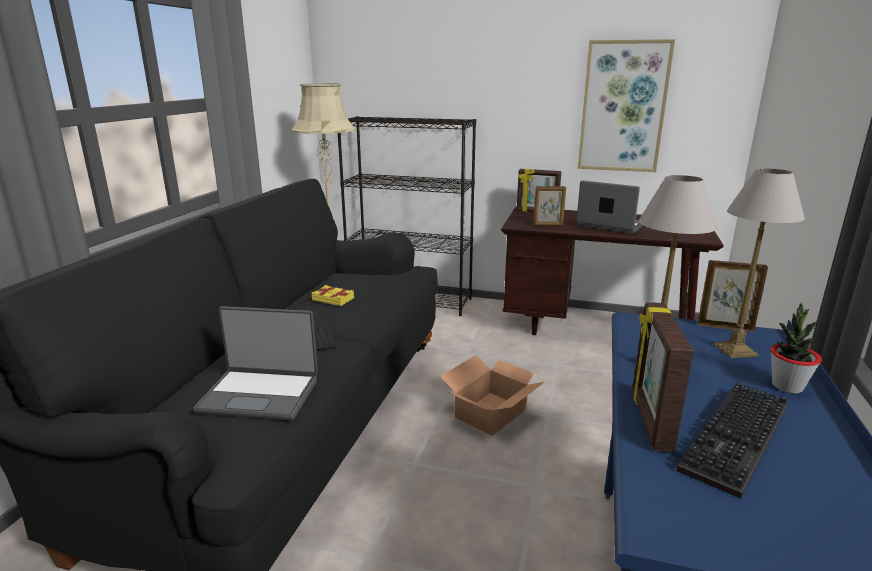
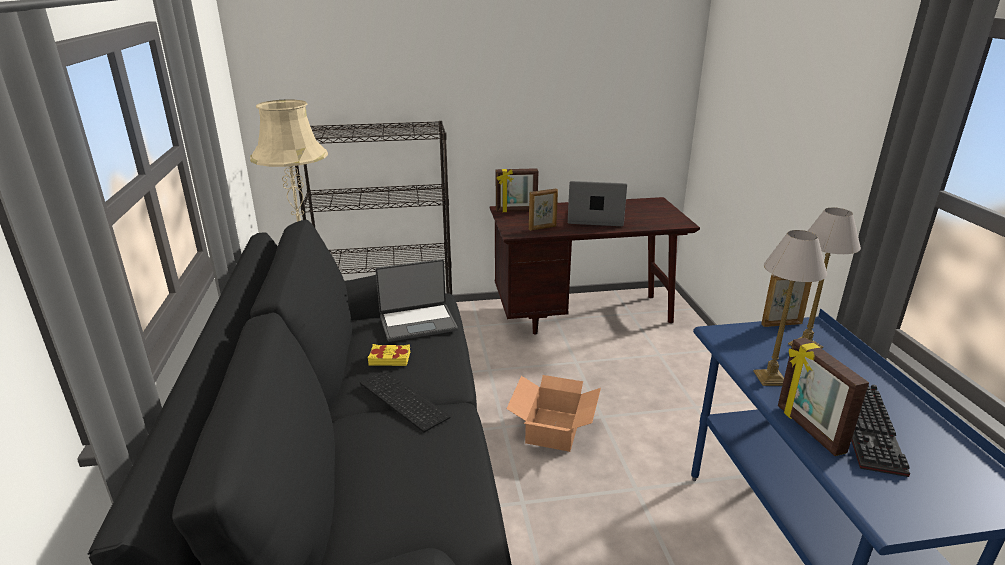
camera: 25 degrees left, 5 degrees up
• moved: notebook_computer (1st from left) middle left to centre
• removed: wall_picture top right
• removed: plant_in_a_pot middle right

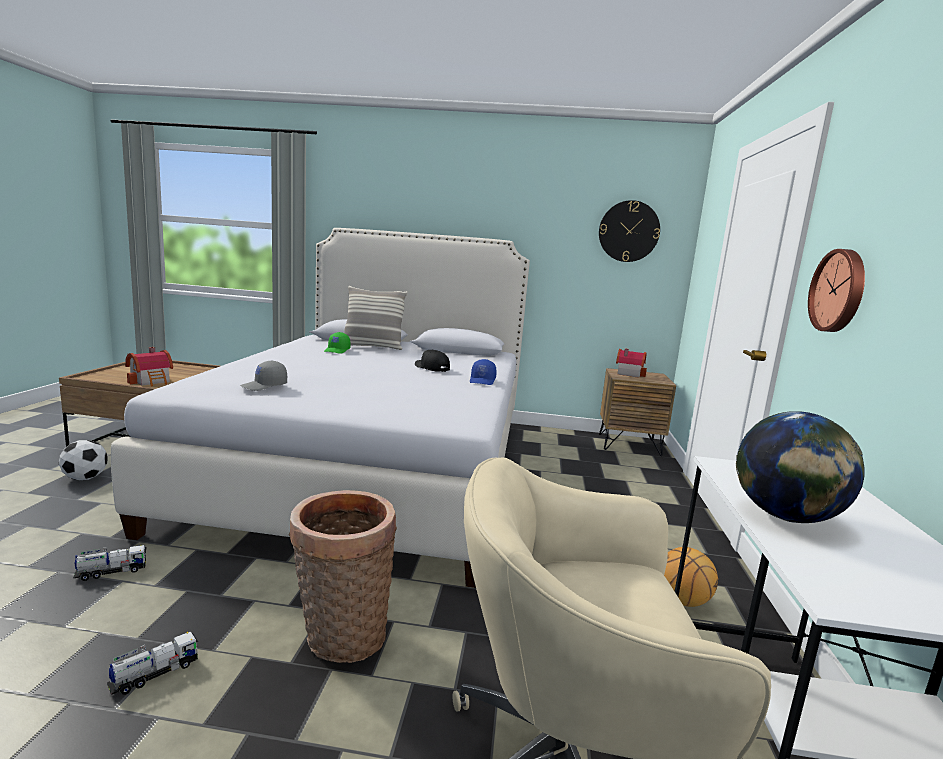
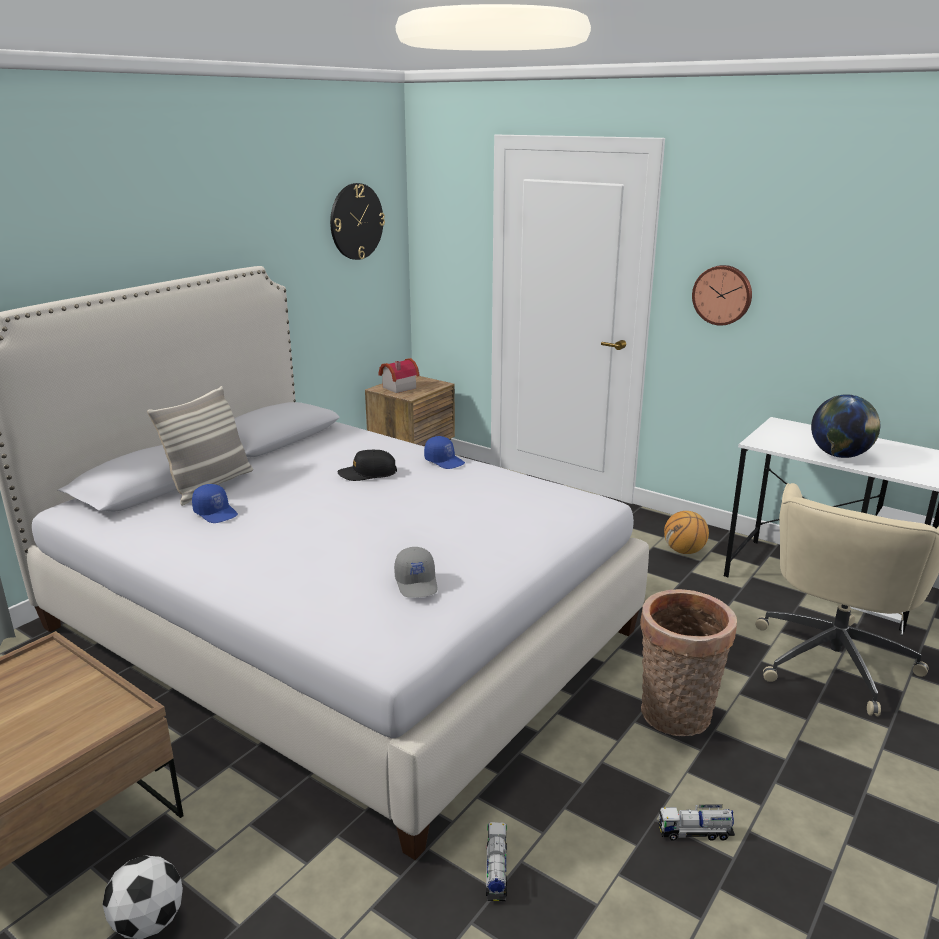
camera: 60 degrees left, 10 degrees up
• recoloured: greenish_baseball_cap centre to bluish_baseball_cap (1st from left) middle left
• turned: toy_lorry (2nd from left) bottom left = bottom right 75 degrees counterclockwise
• removed: miniature_house (1st from left) middle left

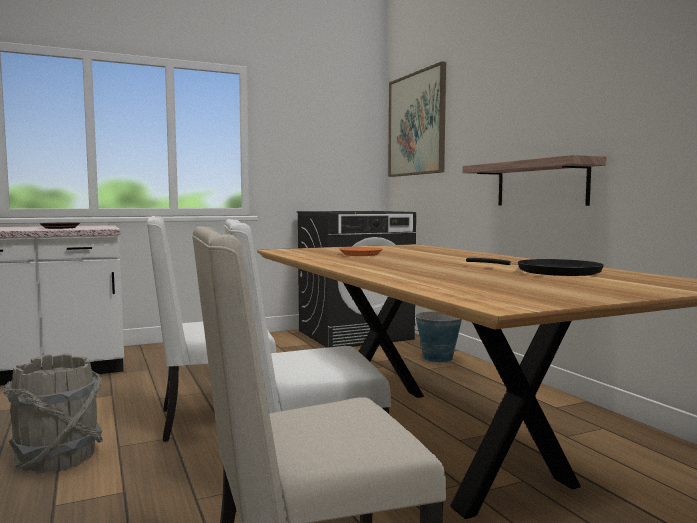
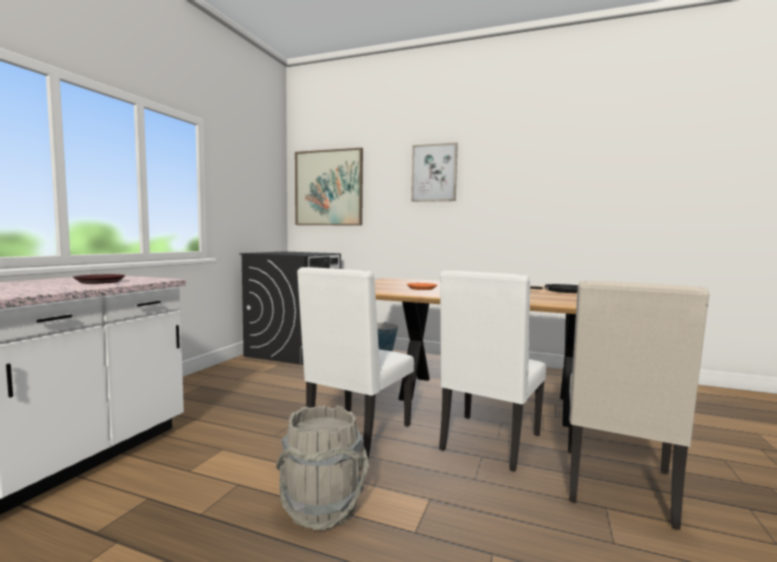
camera: 45 degrees left, 0 degrees up
• added: wall_picture (2nd from left) top centre
• removed: bracket_shelf middle right

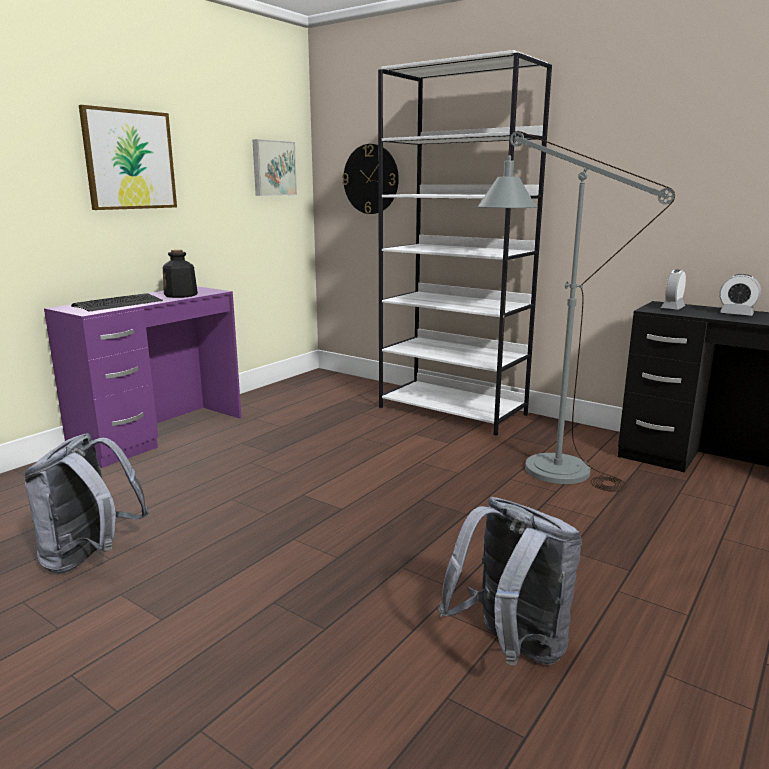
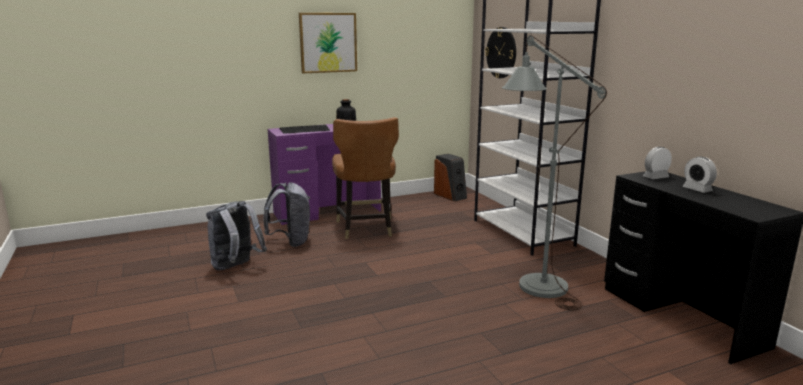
camera: 30 degrees right, 0 degrees up
• moved: grey_knapsack (2nd from left) bottom centre to centre
• added: brown_upright_chair centre
• added: audio_speaker centre
• removed: wall_picture (2nd from left) top centre

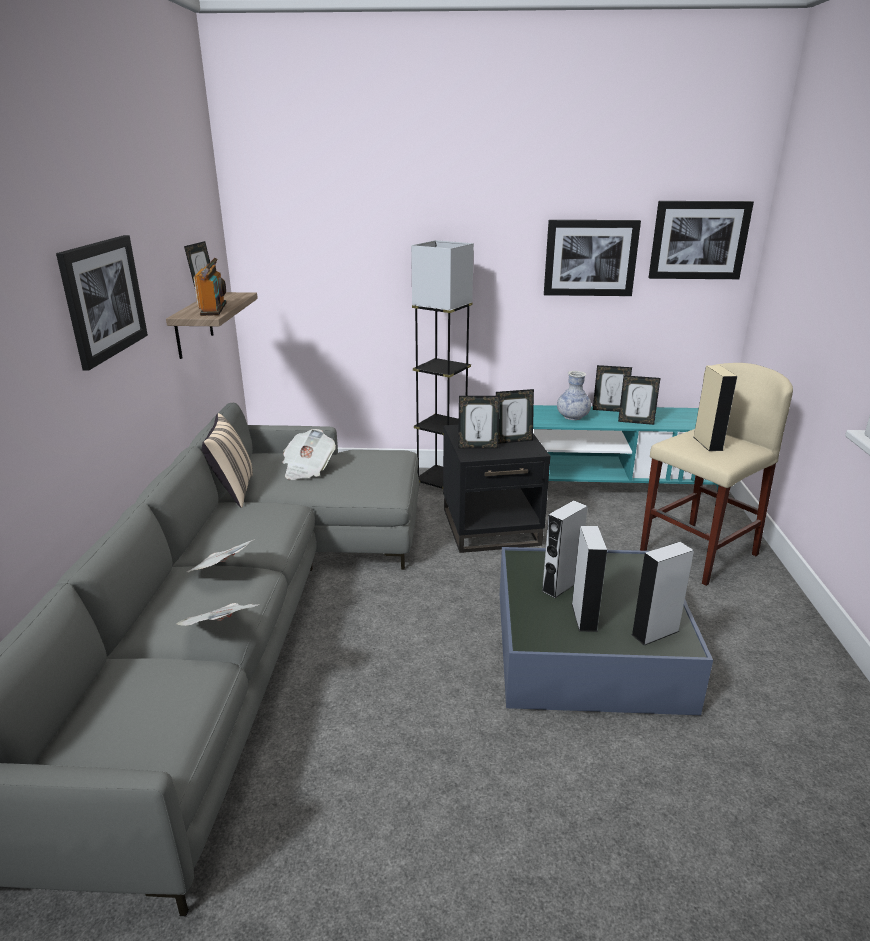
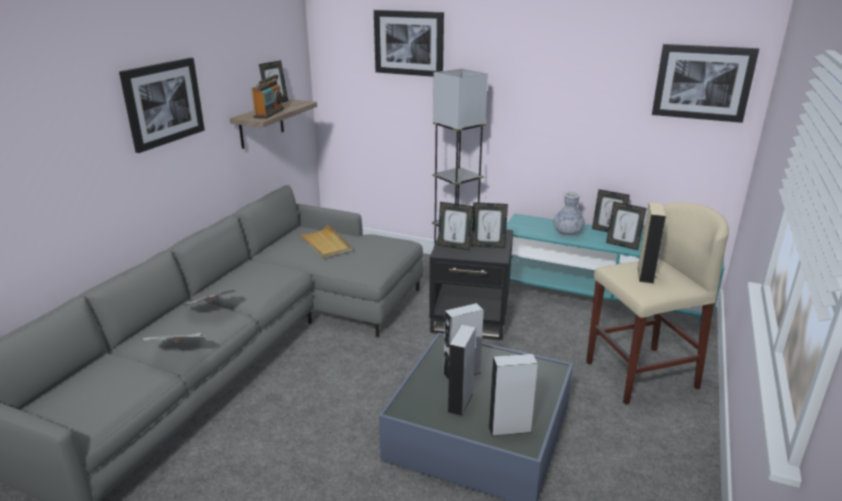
camera: 20 degrees right, 0 degrees up
• replaced: newspaper (3rd from left) centre to beige-coloured_tray centre
• moved: wall_picture (2nd from left) top right to top centre
• removed: beige-coloured_pillow middle left

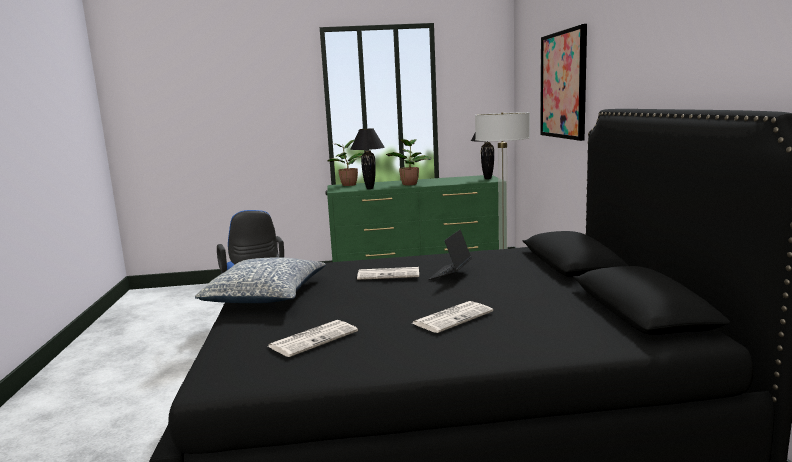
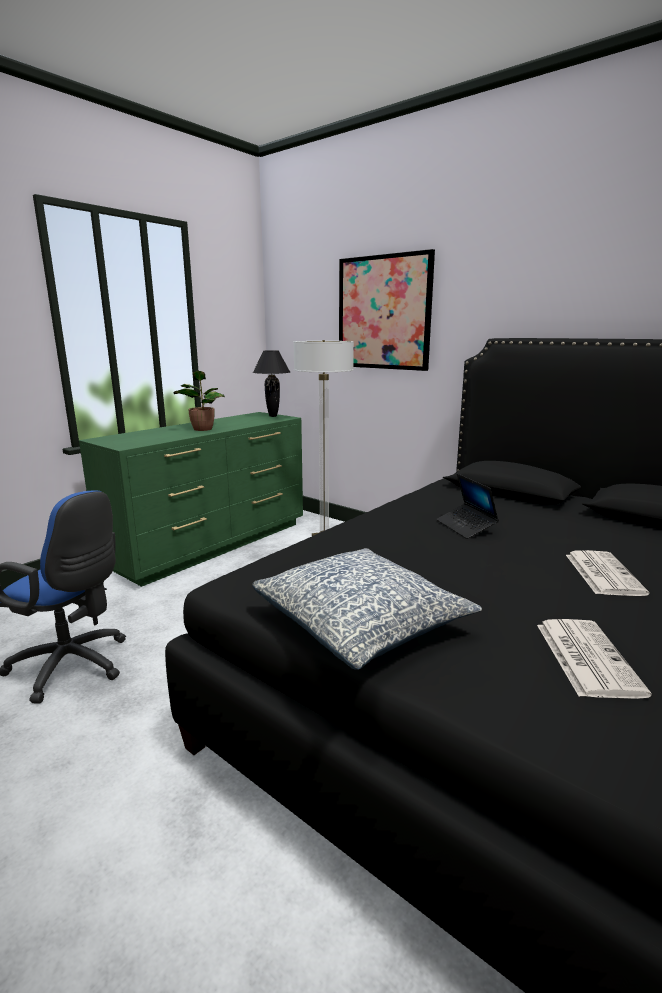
camera: 45 degrees left, 5 degrees up
• removed: plant_in_a_pot (1st from left) centre
• removed: blackish_table_lamp (1st from left) centre
• removed: newspaper (2nd from left) centre

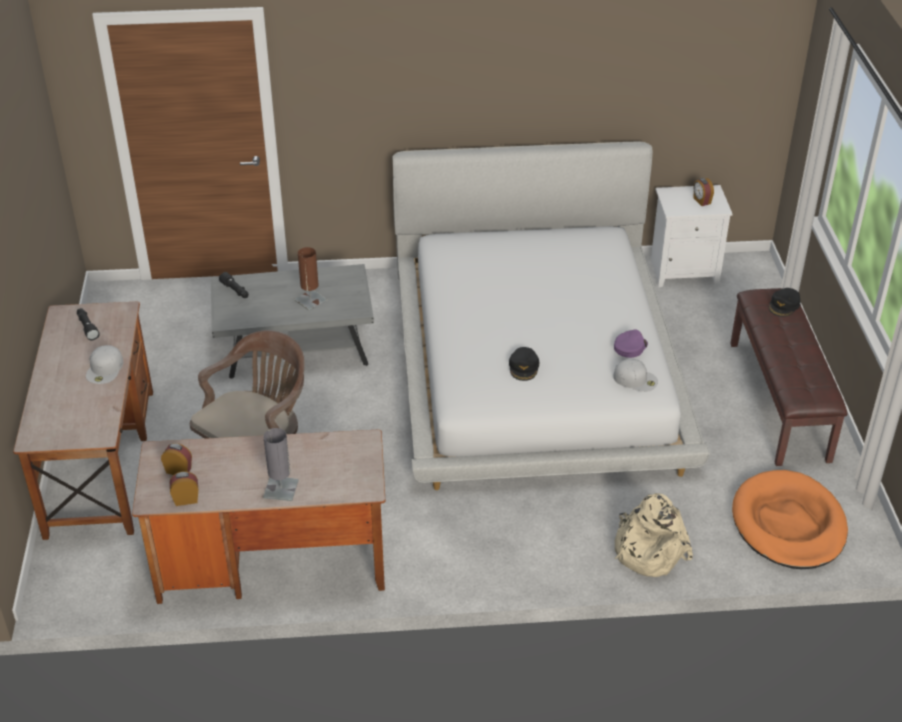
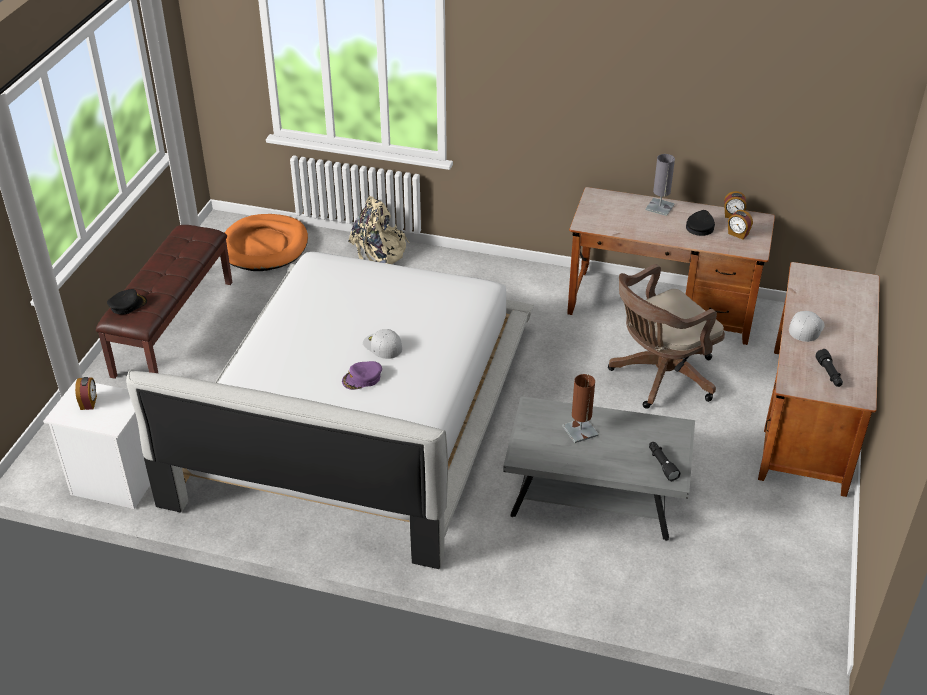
camera: 160 degrees left, 0 degrees up
• moved: purple_baseball_cap middle right to centre
• moved: whitish_baseball_cap (2nd from left in the first image) middle right to whitish_baseball_cap (1st from left) centre
• moved: blackish_baseball_cap (1st from left in the first image) centre to blackish_baseball_cap (2nd from left) top right

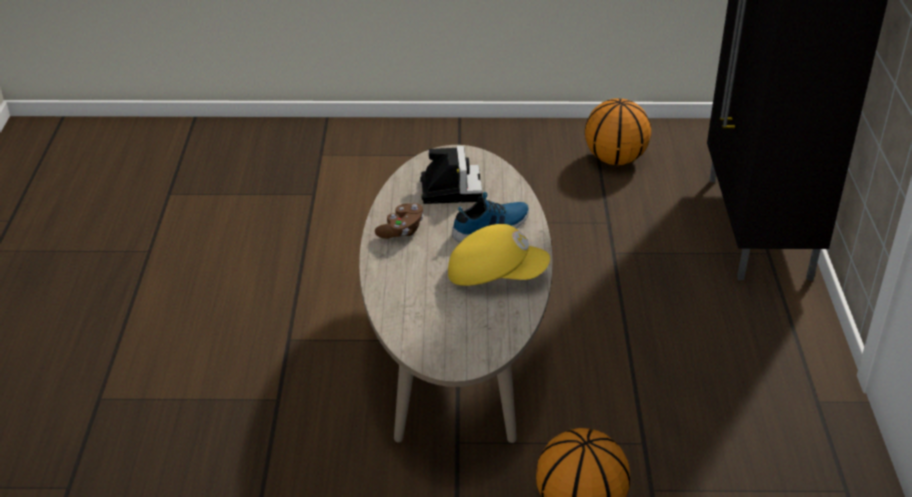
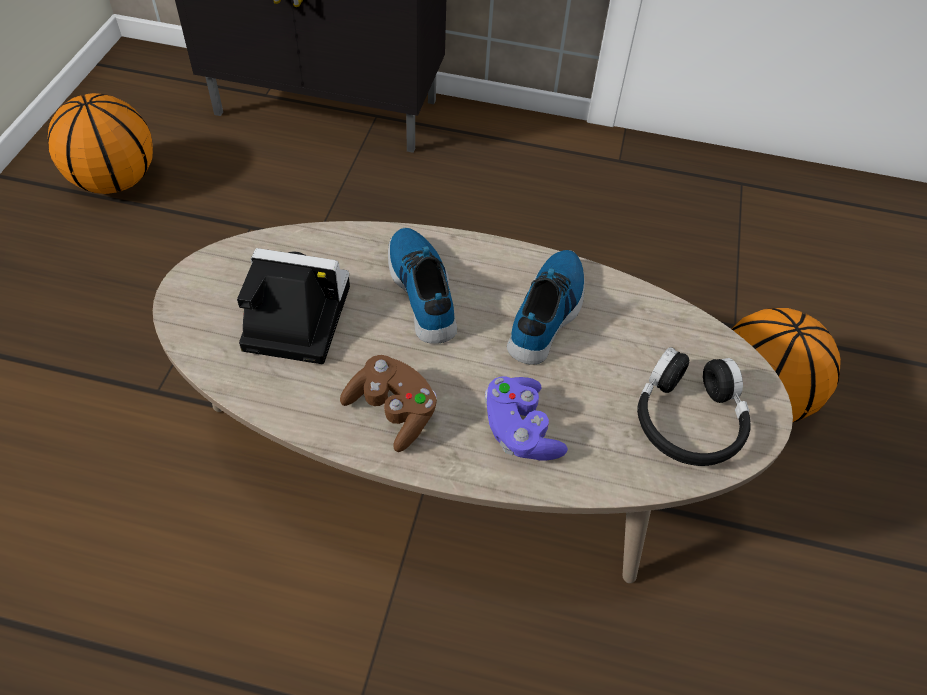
camera: 80 degrees left, 15 degrees up
• added: purple_joypad centre
• replaced: yellow-coloured_baseball_cap centre to item_of_footwear (2nd from left) centre
• added: blackish_pair_of_headphones middle right

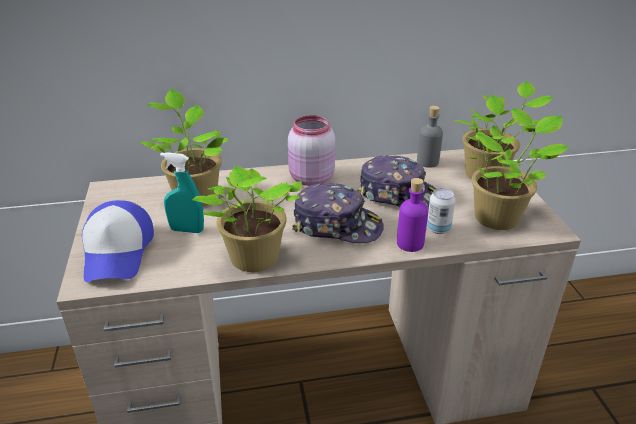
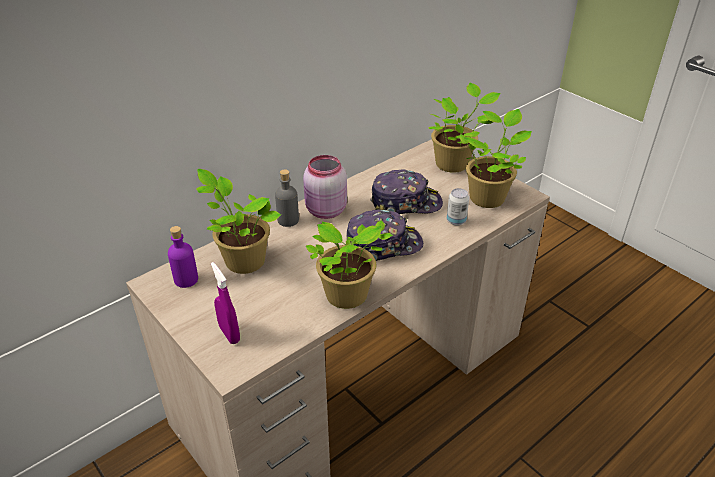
camera: 30 degrees left, 5 degrees up
• moved: purple_bottle centre to middle left
• replaced: baseball_cap (1st from left) middle left to purple_spray_bottle middle left
• moved: grey_bottle top right to centre
• removed: blue-green_spray_bottle middle left

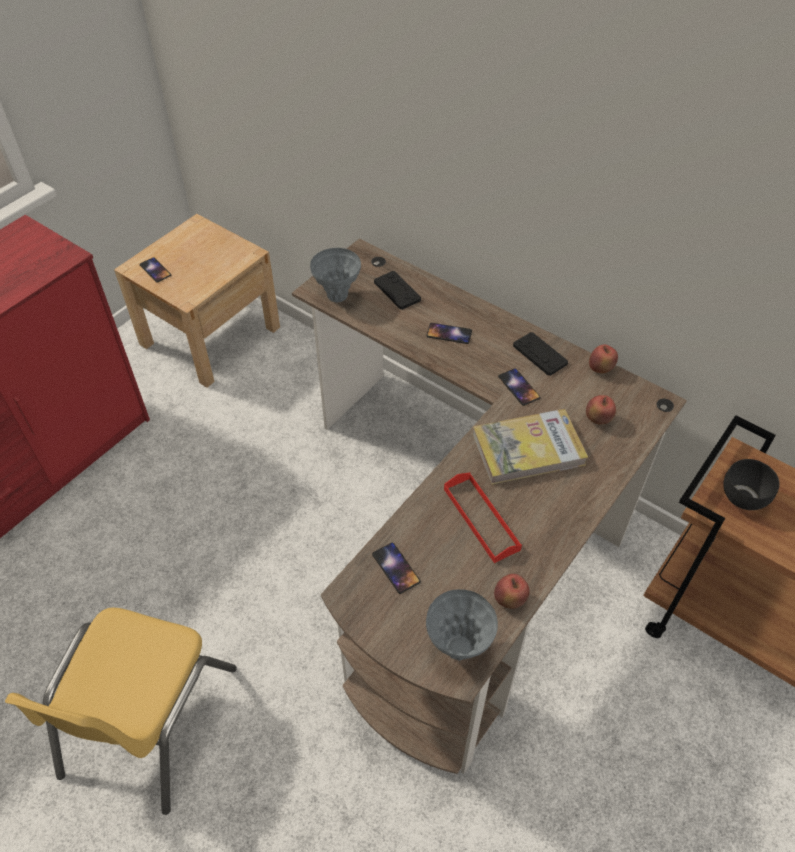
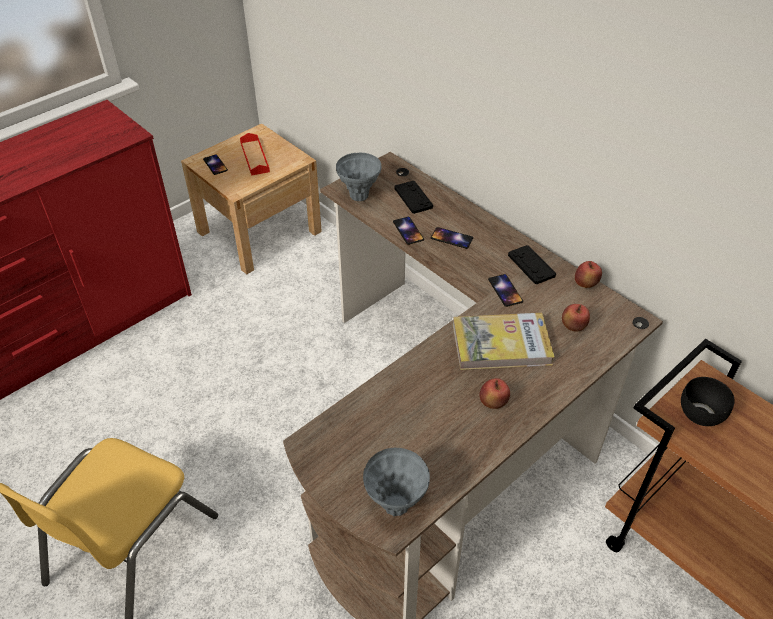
camera: 10 degrees right, 5 degrees down
• moved: red_tray centre to top left
• moved: handset (2nd from left) bottom centre to centre
• moved: whole_apple (1st from left) bottom centre to centre

